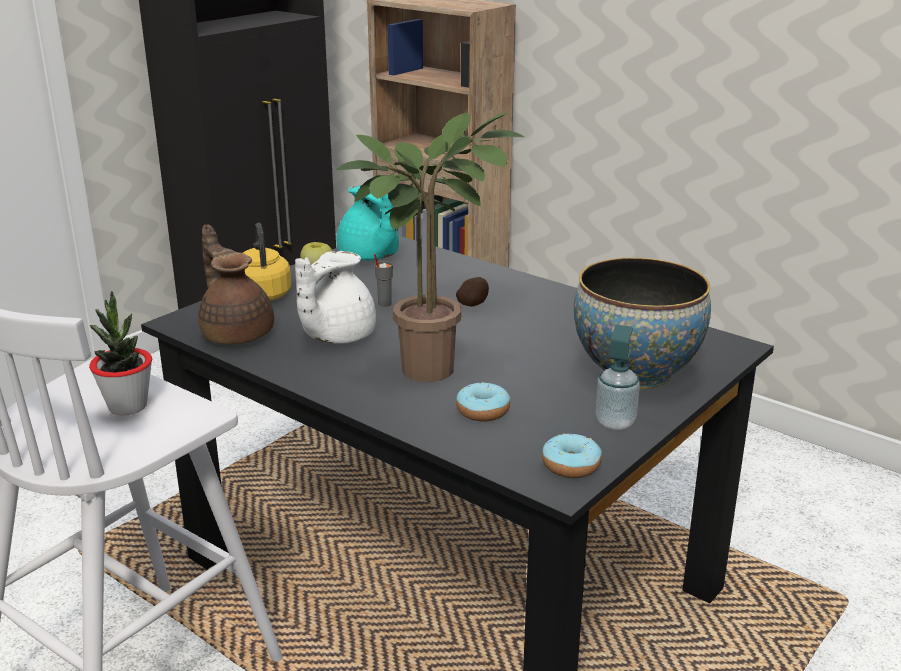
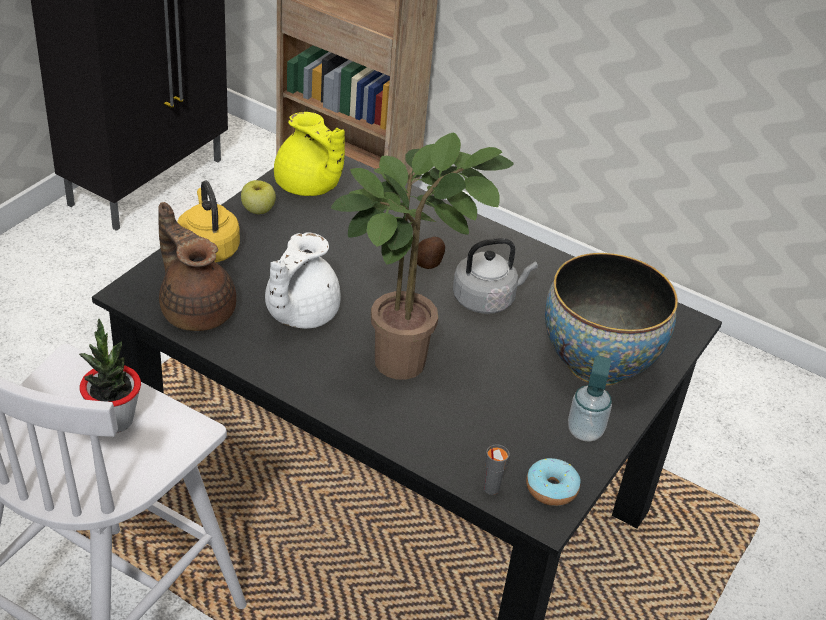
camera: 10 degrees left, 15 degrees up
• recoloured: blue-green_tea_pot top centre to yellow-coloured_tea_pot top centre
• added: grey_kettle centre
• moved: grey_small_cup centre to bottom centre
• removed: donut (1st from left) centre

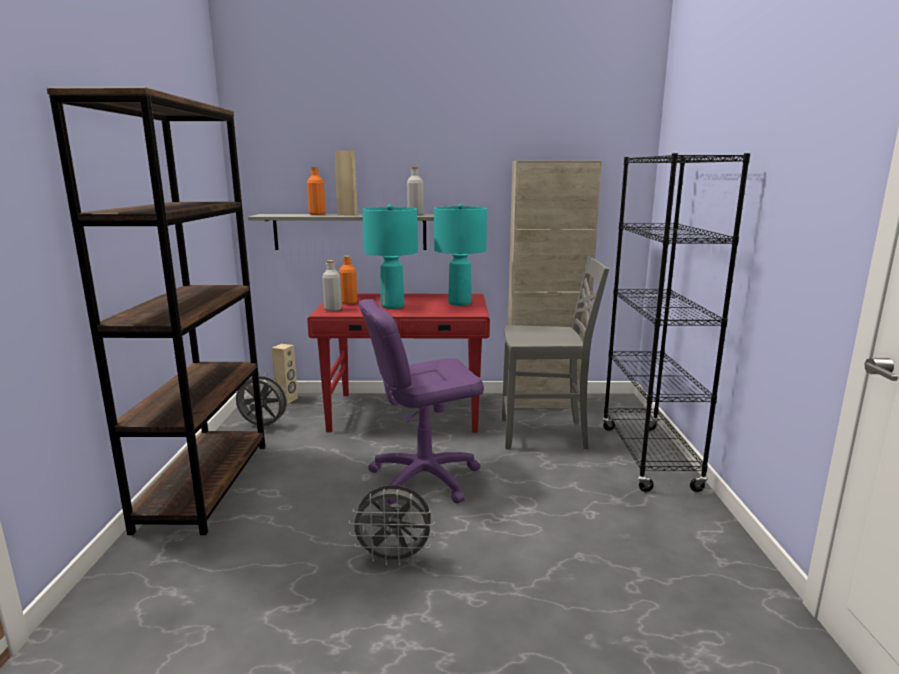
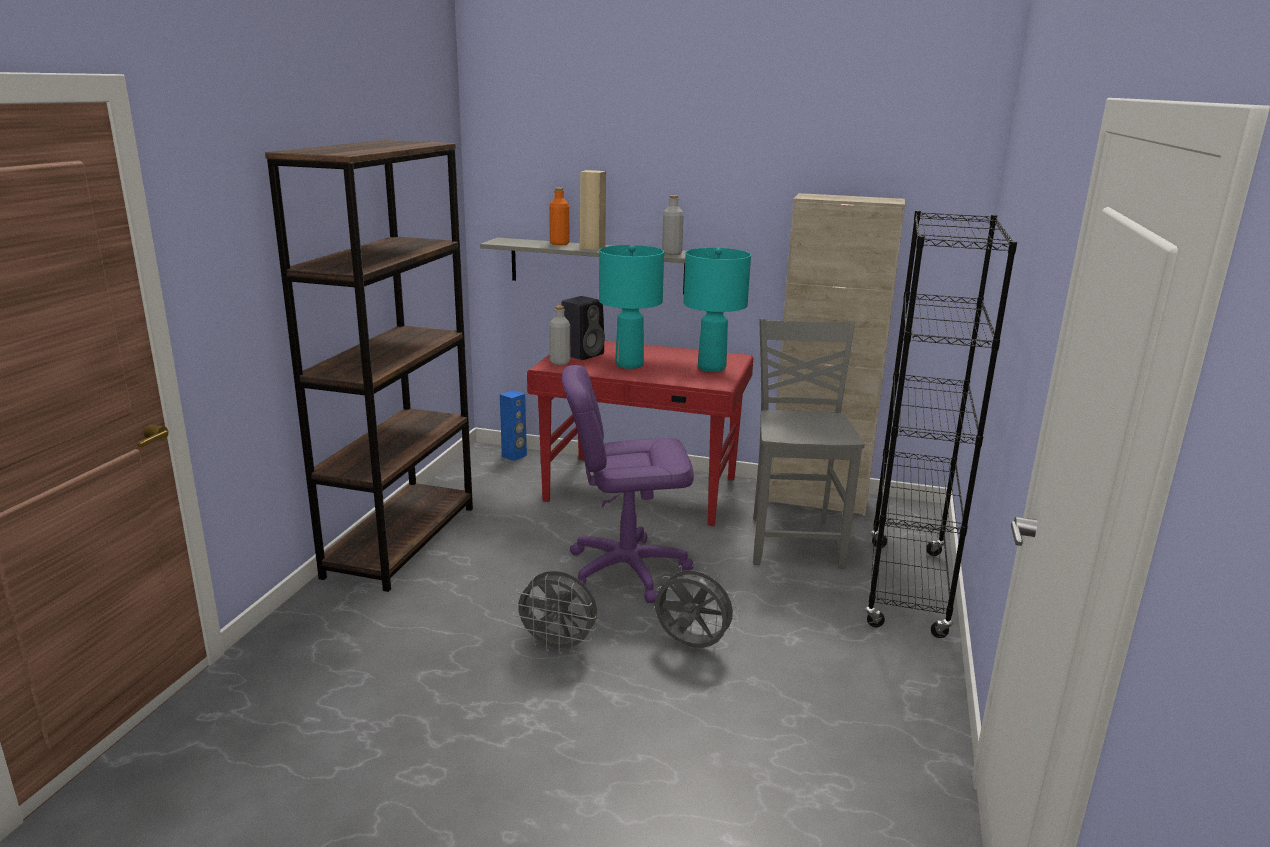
camera: 15 degrees right, 5 degrees up
• recoloured: beige-coloured_audio_speaker (1st from left) middle left to bluish_audio_speaker centre
• replaced: orange_bottle (2nd from left) centre to blackish_audio_speaker centre
• moved: grey_fan (1st from left in the first image) middle left to grey_fan (2nd from left) bottom centre
• turned: grey_upright_chair centre = centre 105 degrees counterclockwise

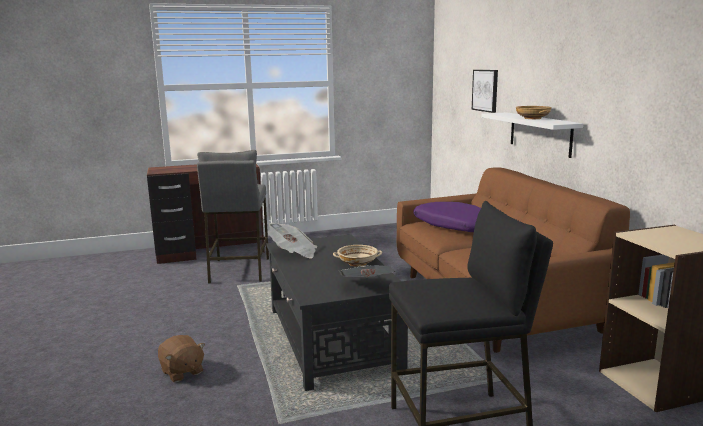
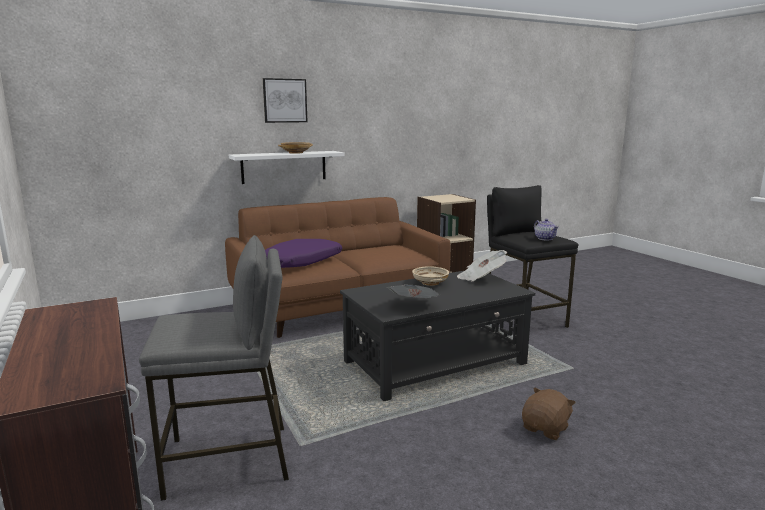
camera: 100 degrees left, 0 degrees up
• moved: wall_picture top right to top centre
• added: tea_pot middle right

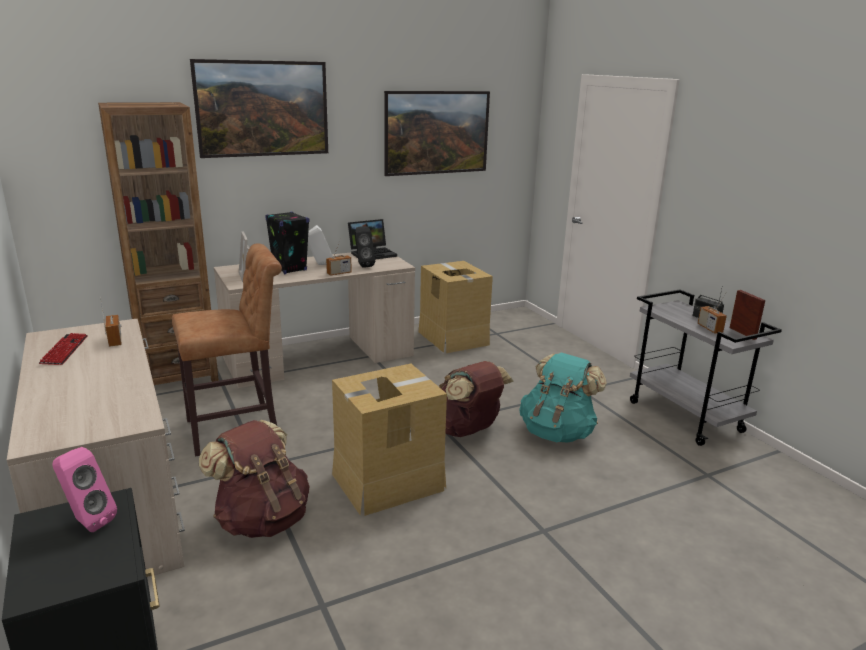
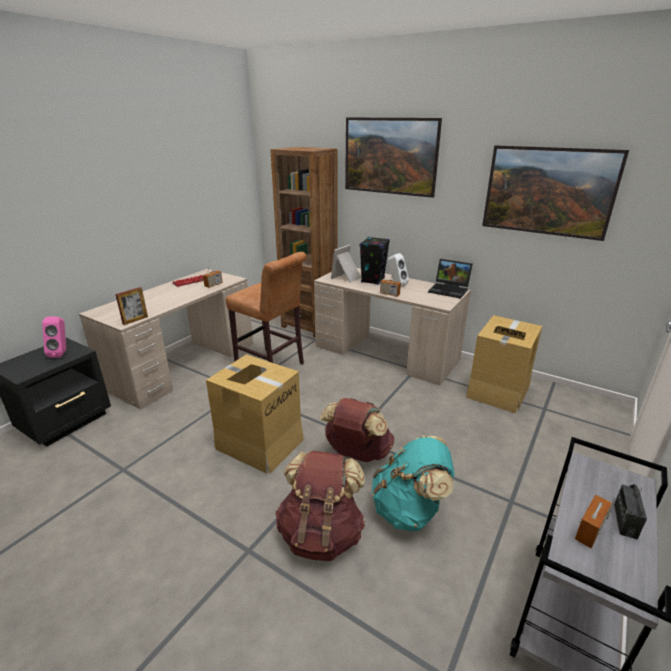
camera: 60 degrees right, 5 degrees up
• moved: picture_frame (2nd from left in the first image) middle right to picture_frame (1st from left) middle left
• moved: brown_knapsack (1st from left) bottom left to bottom centre
• removed: blackish_audio_speaker (2nd from left) centre

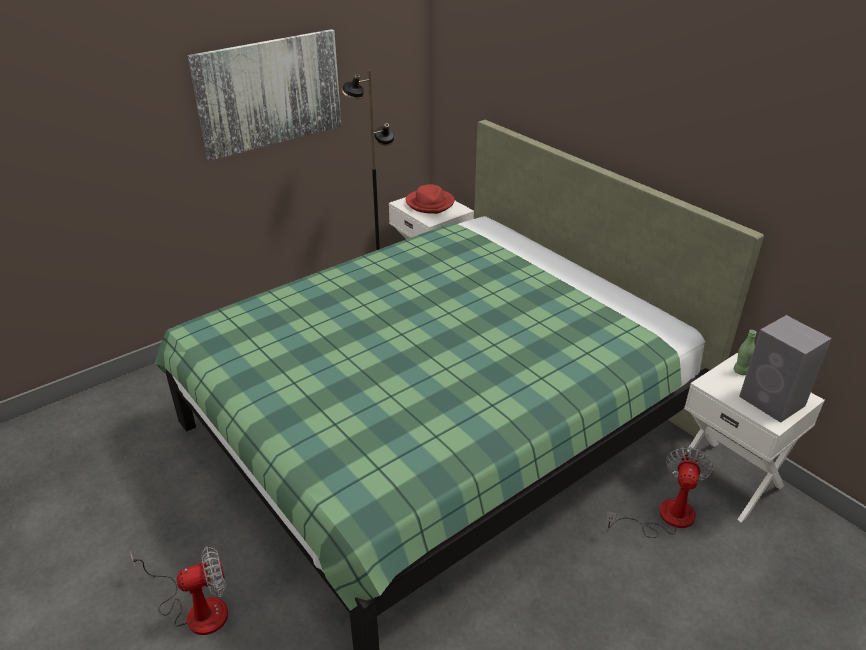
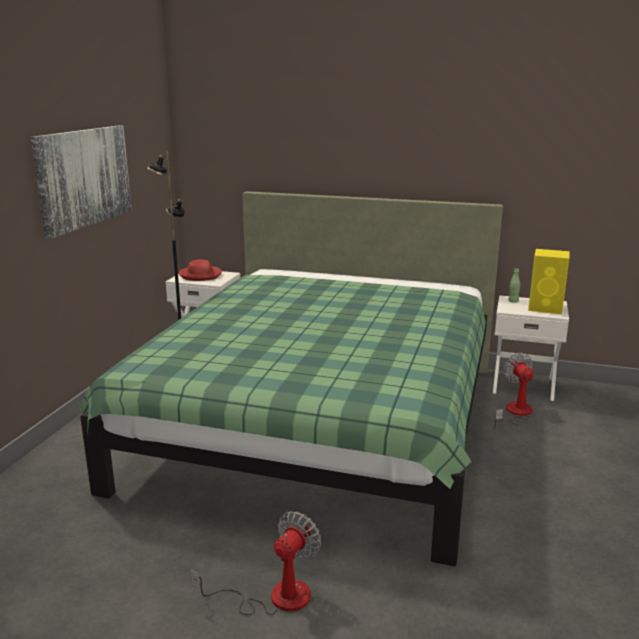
camera: 35 degrees left, 15 degrees down
• recoloured: grey_audio_speaker middle right to yellow-coloured_audio_speaker middle right

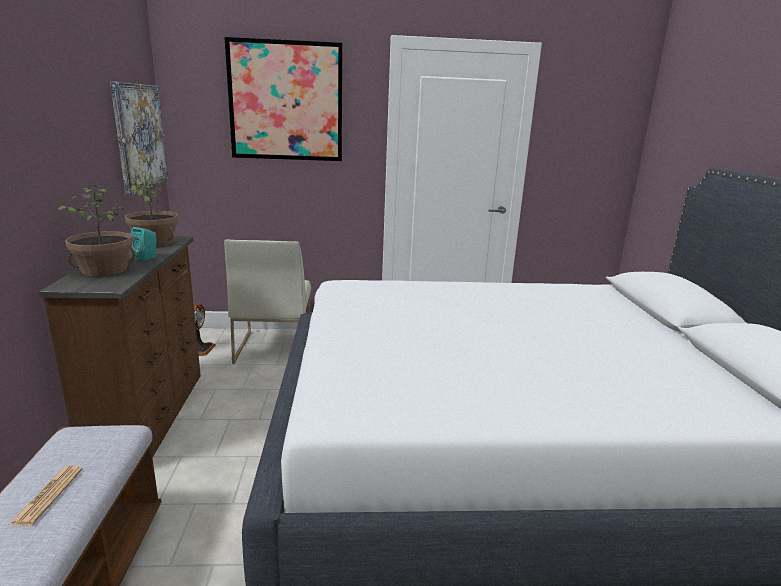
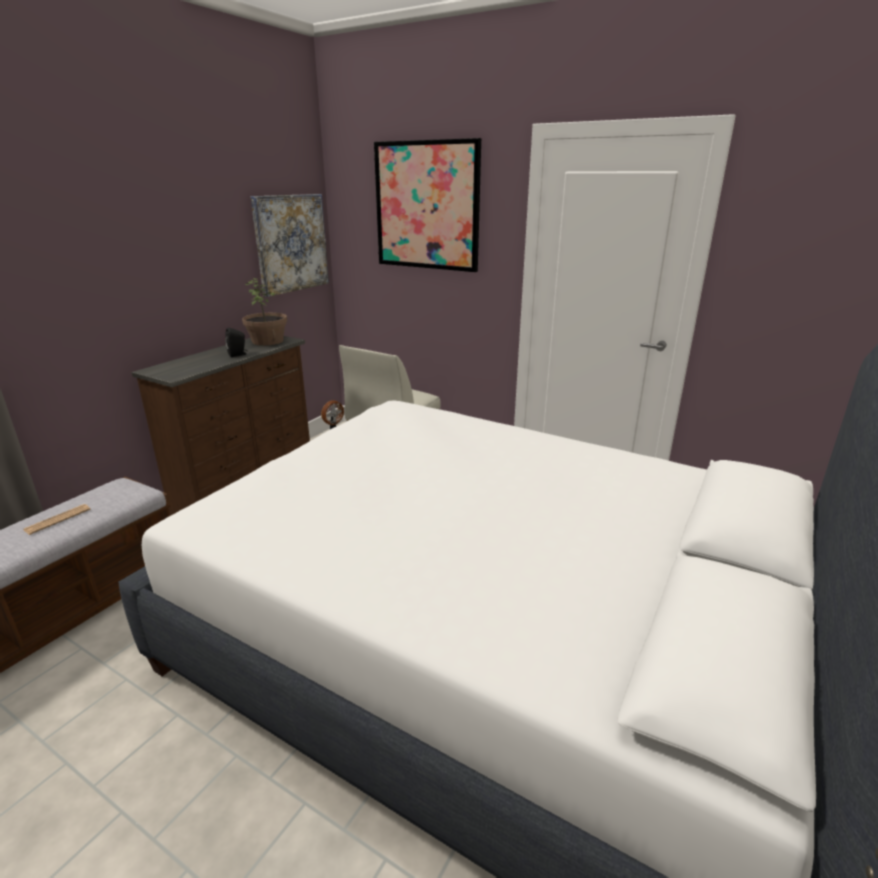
camera: 35 degrees right, 5 degrees up
• recoloured: blue-green_audio_speaker middle left to blackish_audio_speaker middle left
• removed: plant_in_a_pot (1st from left) middle left

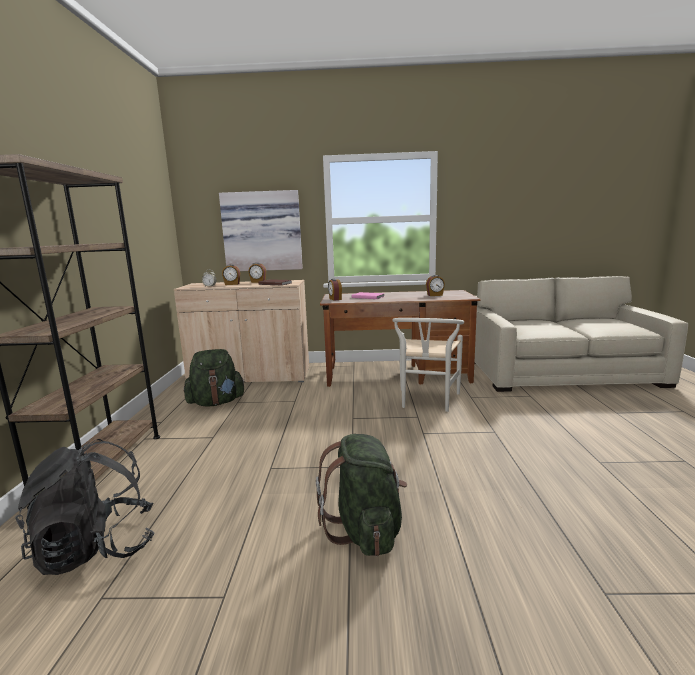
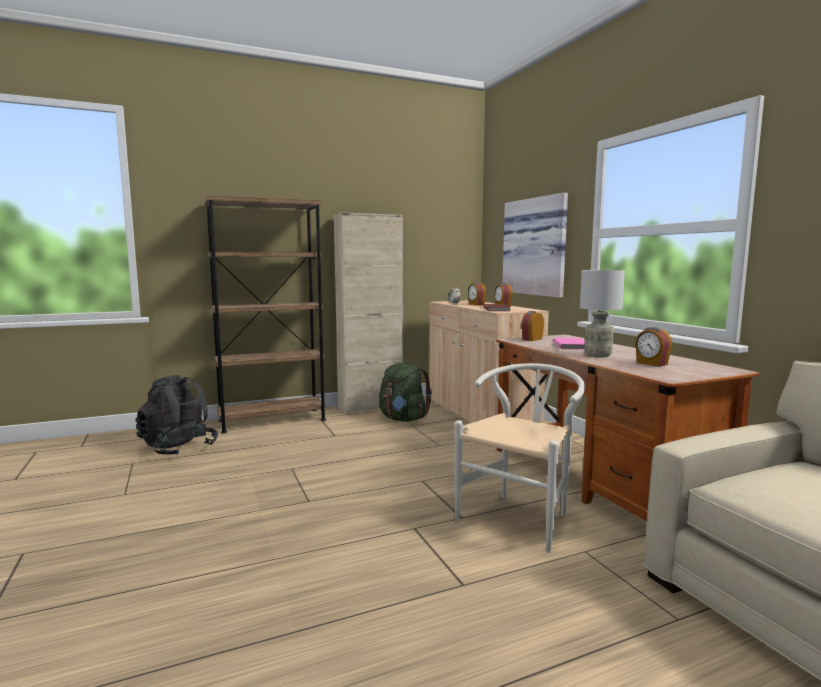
camera: 65 degrees right, 5 degrees down
• added: beige-coloured_cupboard (1st from left) centre
• turned: whitish_upright_chair centre = bottom centre 135 degrees clockwise
• added: grey_table_lamp middle right
• removed: greenish_knapsack (2nd from left) bottom centre

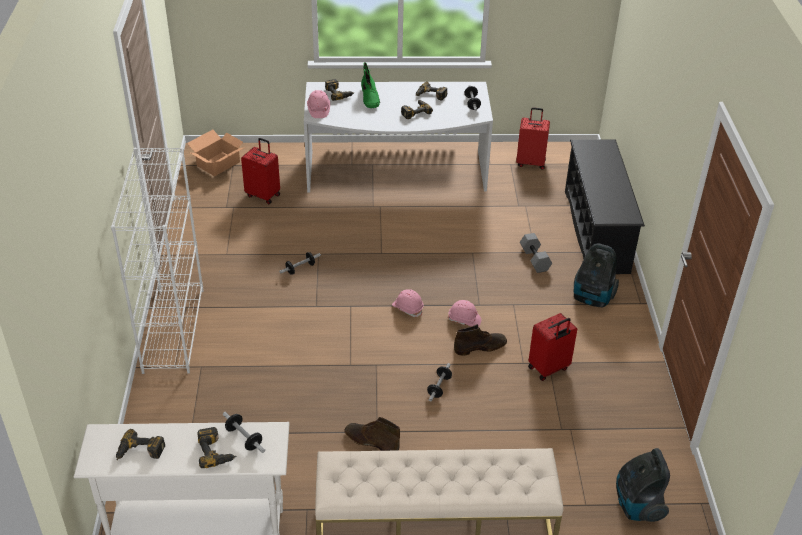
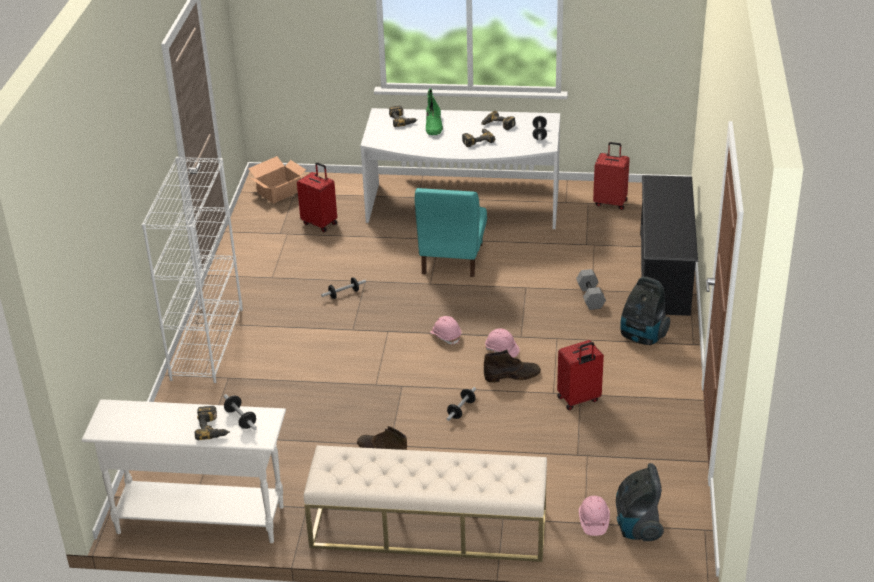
camera: 10 degrees right, 5 degrees down
• added: blue-green_upright_chair centre
• moved: pink-coloured_safety_helmet (1st from left in the first image) top centre to pink-coloured_safety_helmet (3rd from left) bottom right
• removed: power_drill (1st from left) bottom left

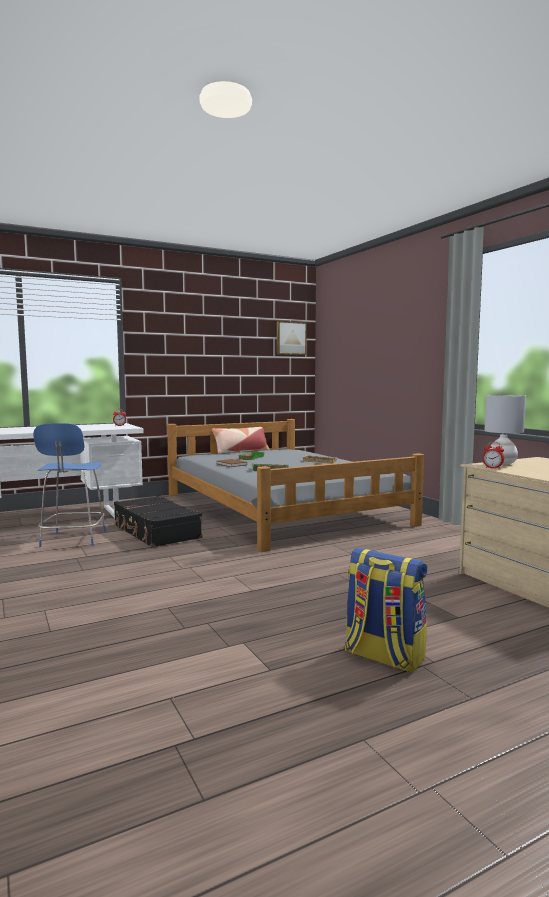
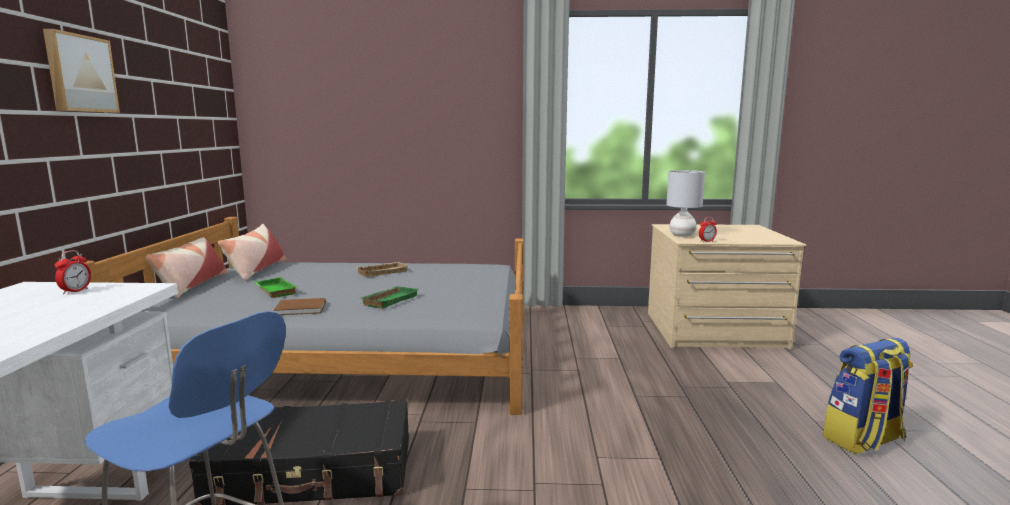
camera: 60 degrees left, 5 degrees up
• moved: wall_picture centre to top left
• added: pillow (2nd from left) middle left

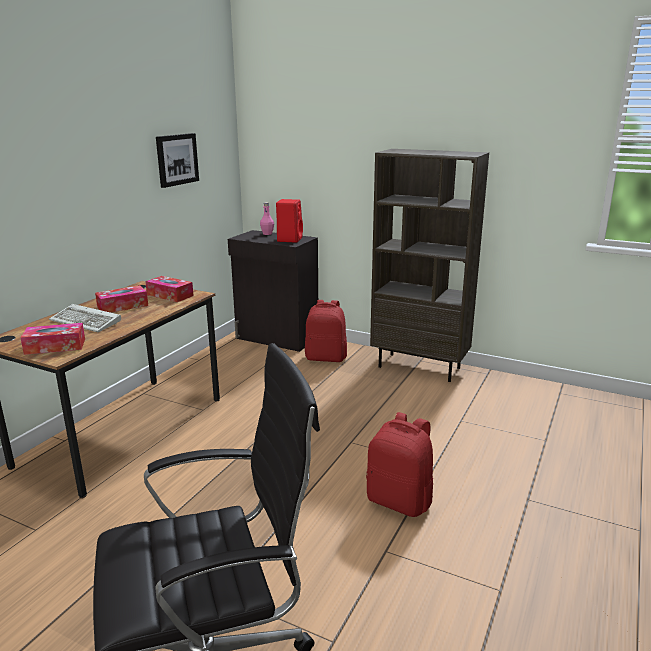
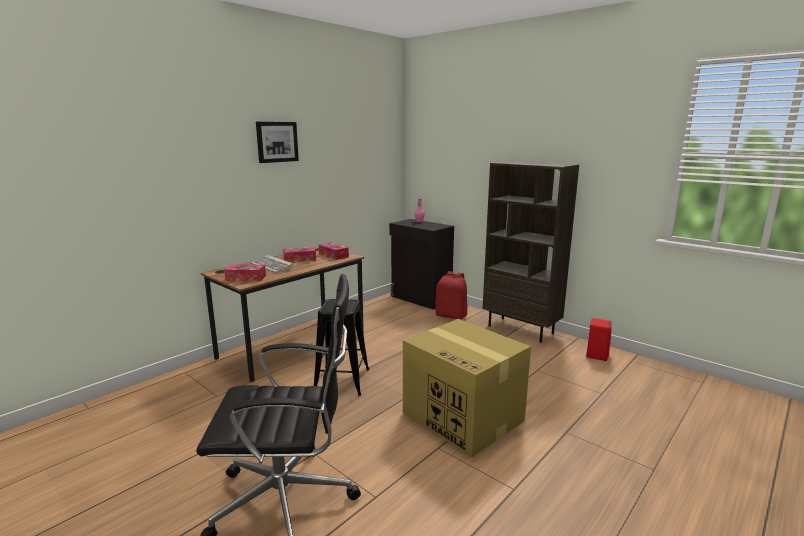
camera: 15 degrees right, 5 degrees down
• moved: wall_picture top left to top centre
• added: blackish_stool centre
• replaced: red_knapsack (2nd from left) bottom centre to carton bottom centre
• moved: red_audio_speaker centre to middle right

